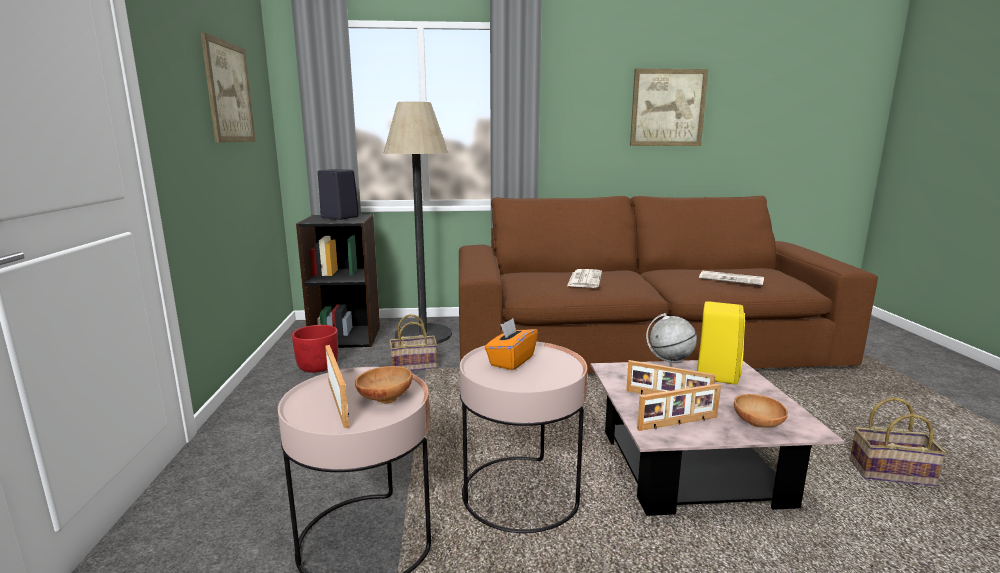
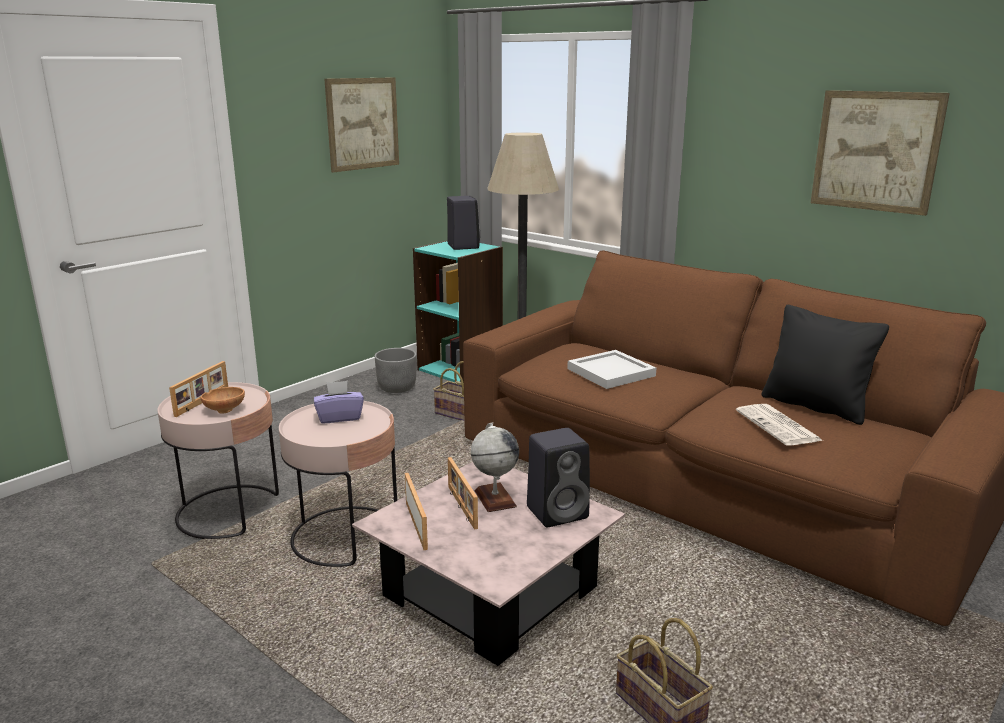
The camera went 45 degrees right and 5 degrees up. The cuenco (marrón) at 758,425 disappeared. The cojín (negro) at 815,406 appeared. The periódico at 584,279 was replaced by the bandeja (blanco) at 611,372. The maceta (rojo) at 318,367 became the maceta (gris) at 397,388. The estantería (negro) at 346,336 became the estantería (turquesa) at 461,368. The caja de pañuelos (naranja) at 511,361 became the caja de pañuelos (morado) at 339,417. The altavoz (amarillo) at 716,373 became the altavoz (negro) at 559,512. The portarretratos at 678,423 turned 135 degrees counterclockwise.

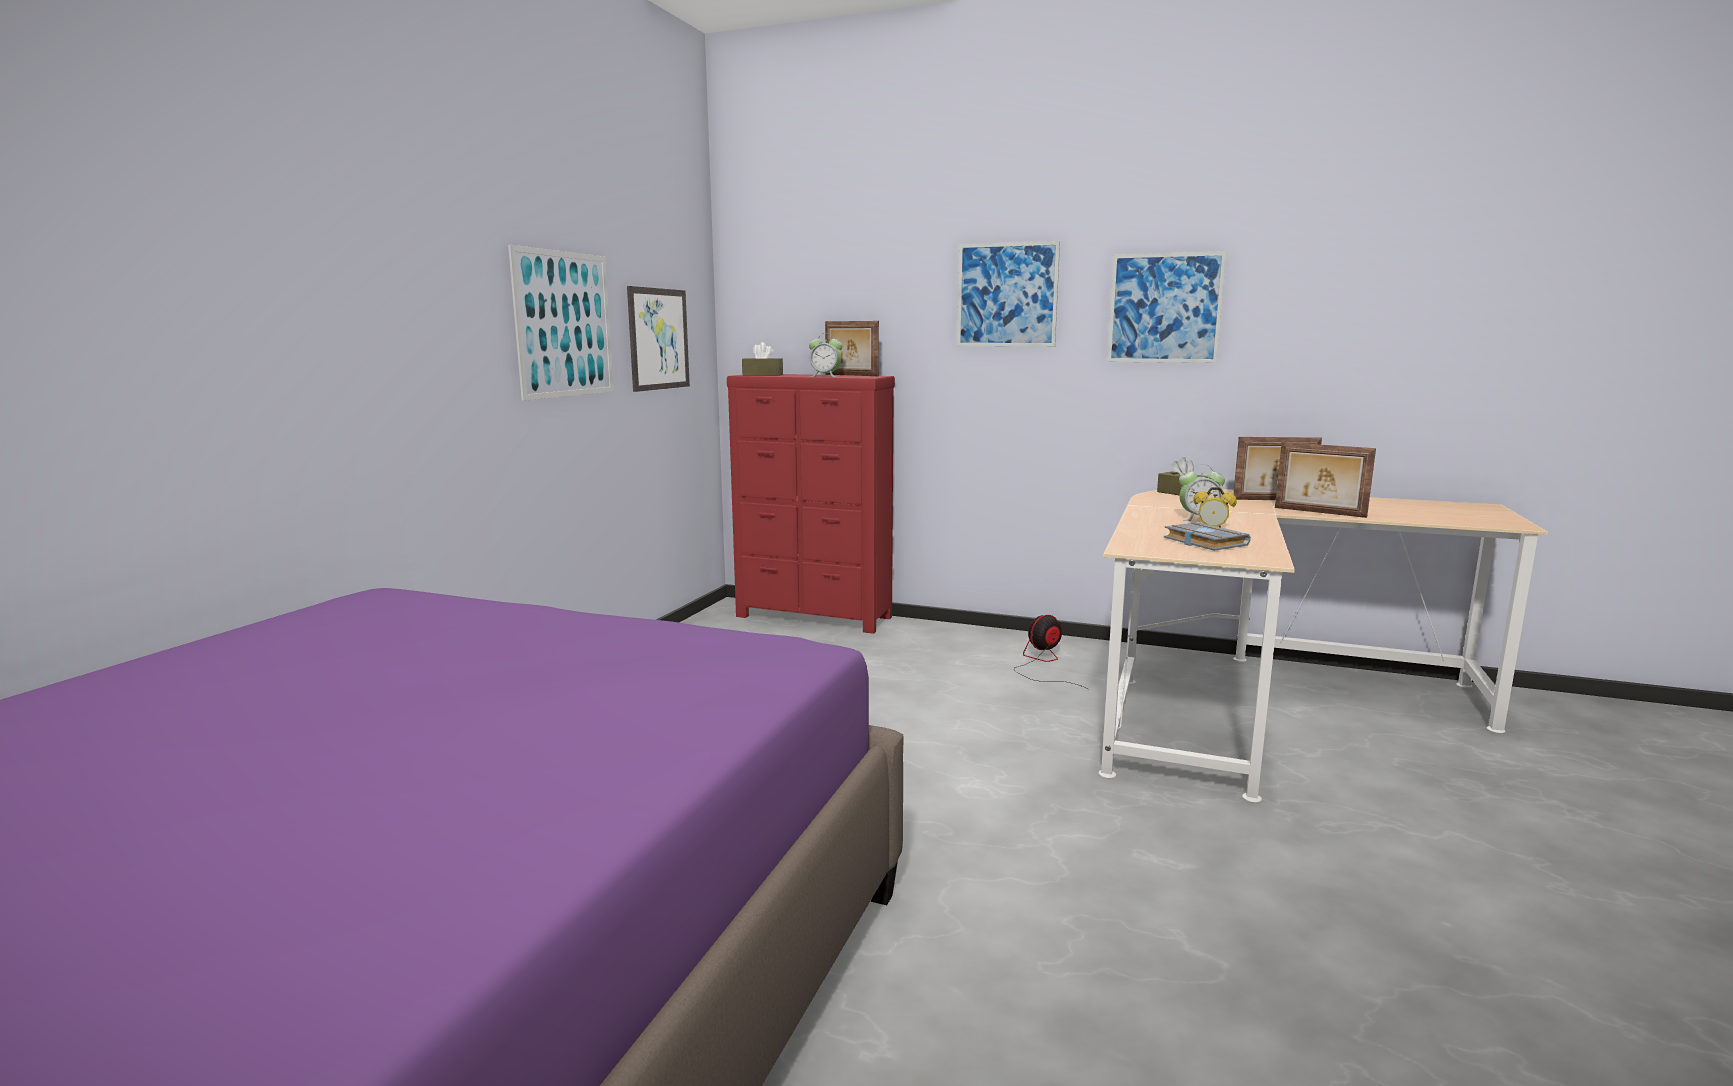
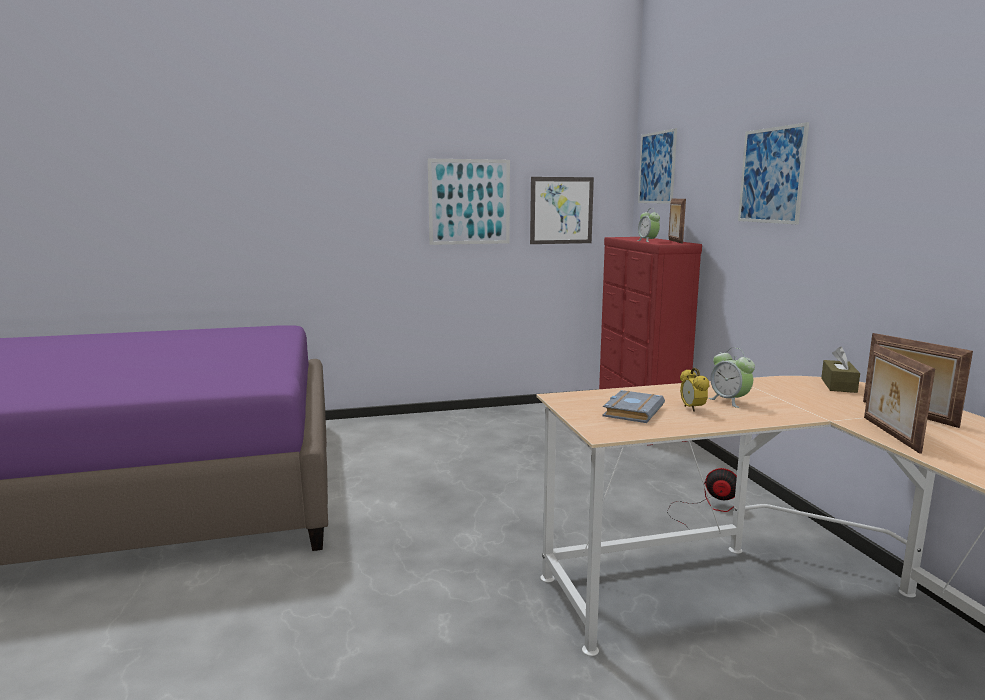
The camera went 55 degrees right and 0 degrees up. The caja de pañuelos (marrón) at 762,375 disappeared. The cuadro moved from 1165,308 to 657,167.

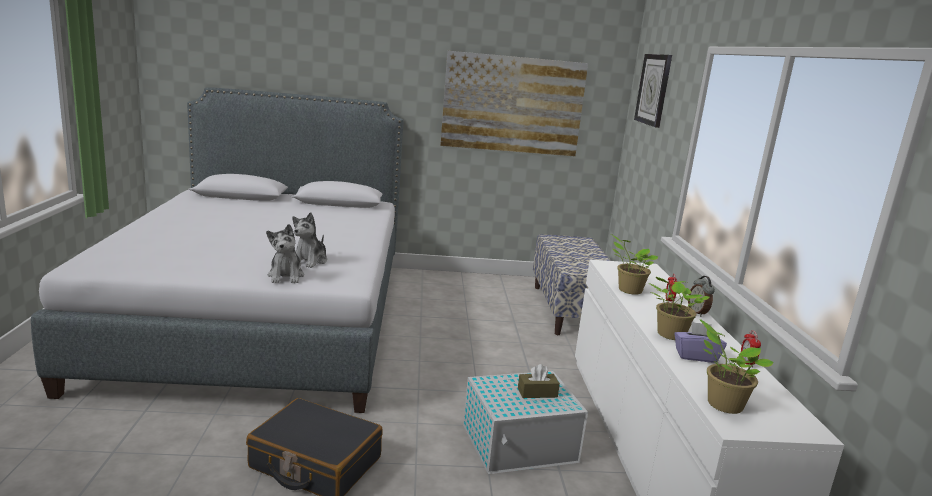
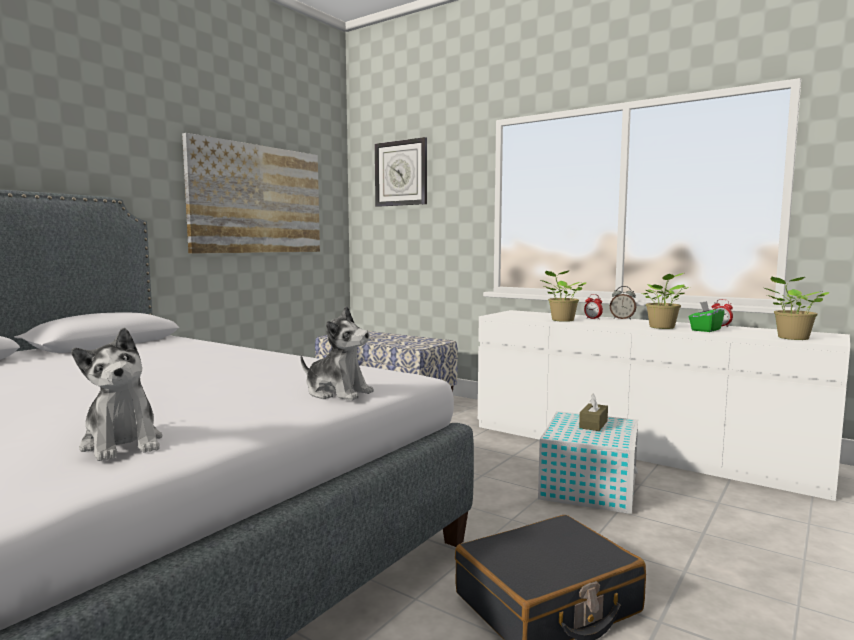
The camera went 50 degrees left and 10 degrees down. The peluche moved from 310,261 to 123,444. The caja de pañuelos (morado) at 695,356 became the caja de pañuelos (verde) at 705,330.

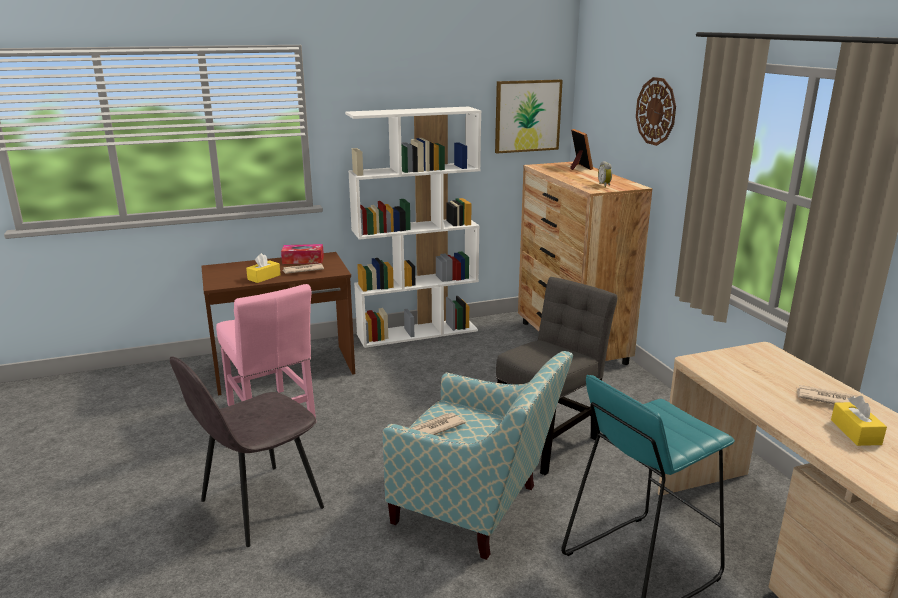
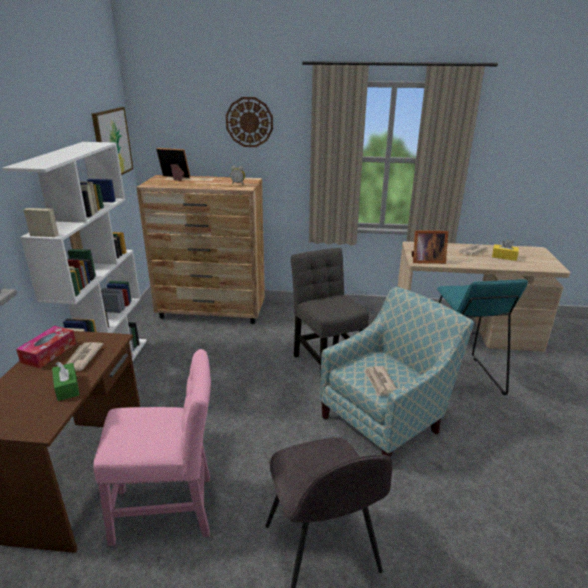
The camera went 65 degrees left and 5 degrees up. The portarretratos at 426,260 appeared. The caja de pañuelos (amarillo) at 264,277 became the caja de pañuelos (verde) at 67,387.

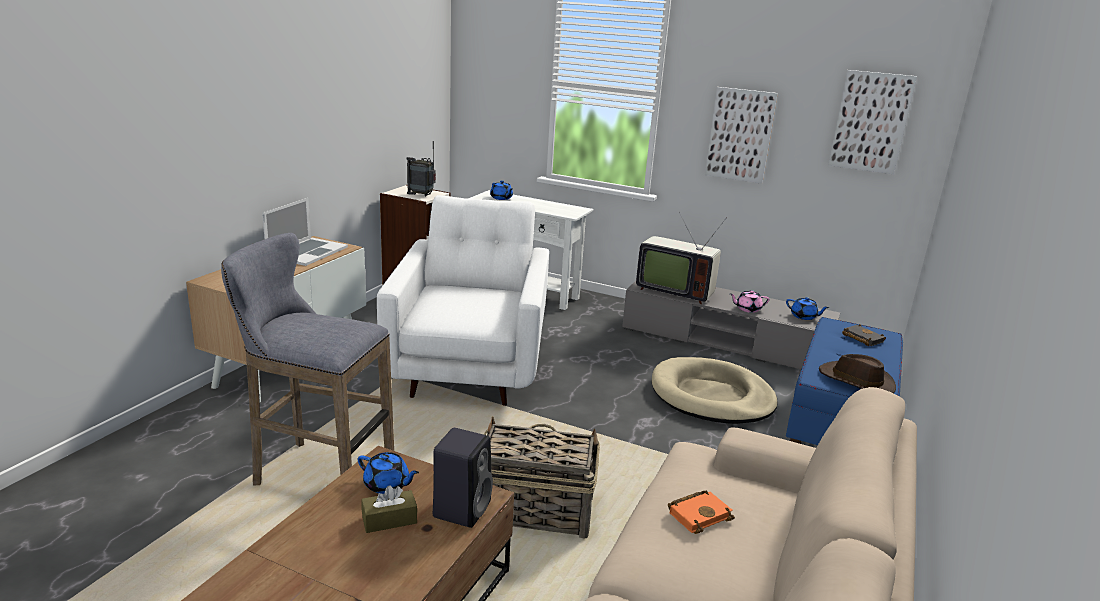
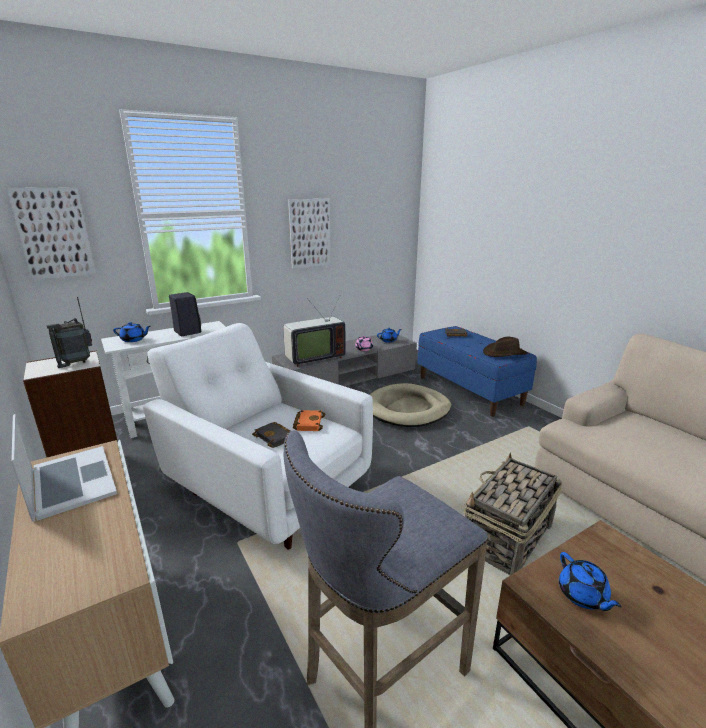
The camera went 55 degrees left and 0 degrees up. The caja de pañuelos (marrón) at 389,520 disappeared. The libro (negro) at 275,437 appeared. The altavoz (negro) moved from 462,508 to 187,332. The libro (naranja) moved from 699,514 to 308,423. The cuadro moved from 870,122 to 54,233. The tetera (azul) at 387,485 turned 105 degrees clockwise.

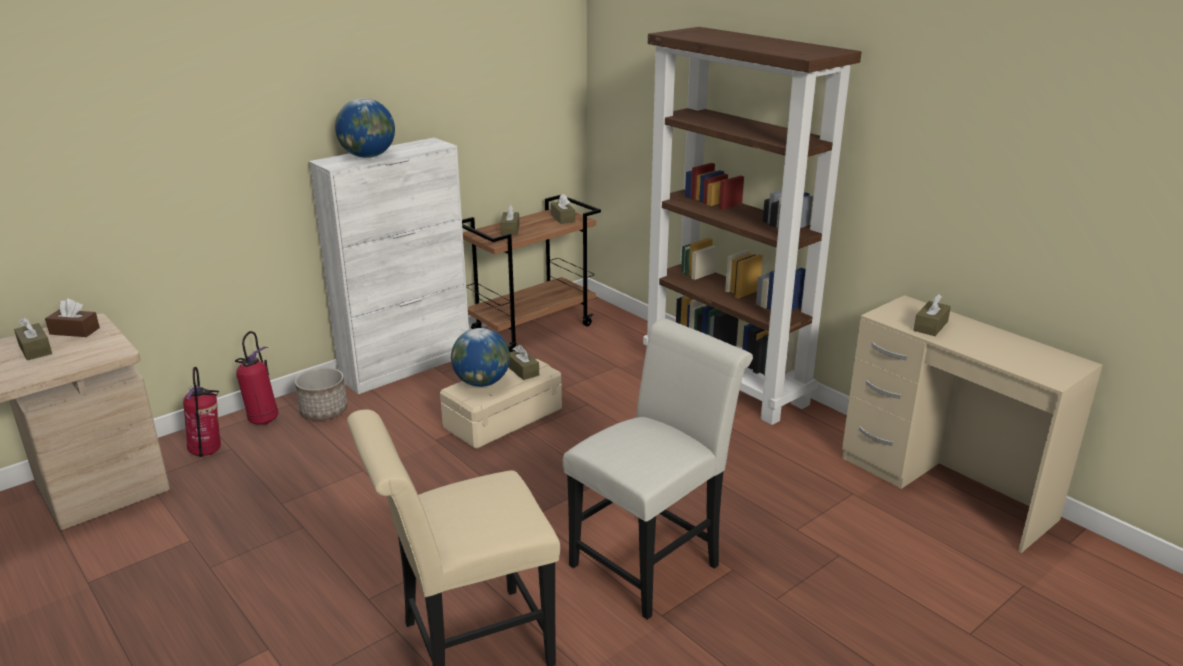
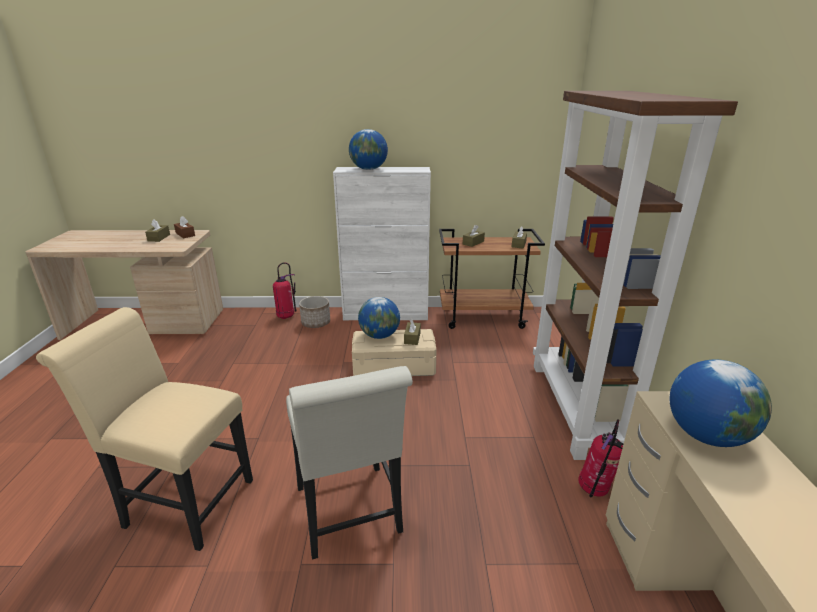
The camera went 40 degrees right and 0 degrees up. The extintor moved from 207,453 to 594,491. The caja de pañuelos (marrón) at 930,326 was replaced by the globo terráqueo at 706,435. The silla (blanco) at 652,560 turned 75 degrees clockwise.

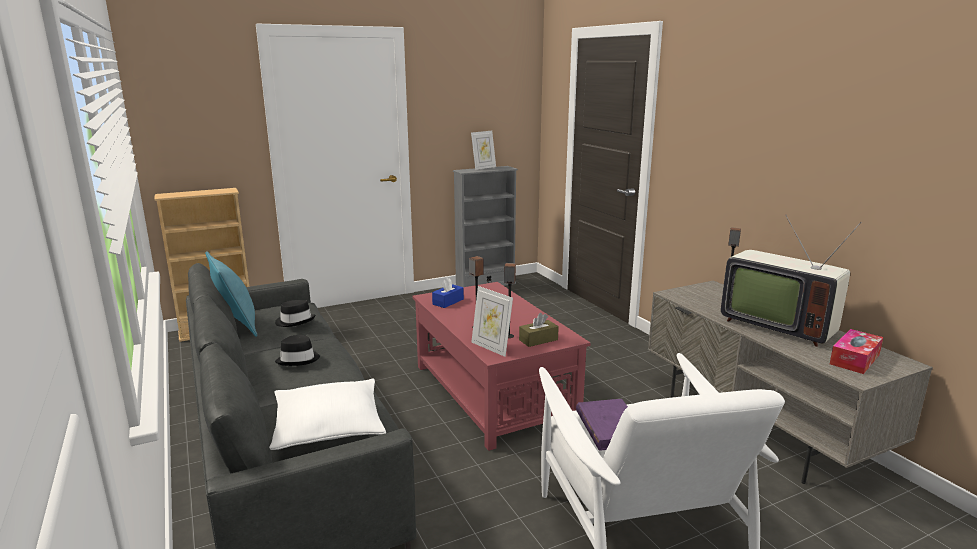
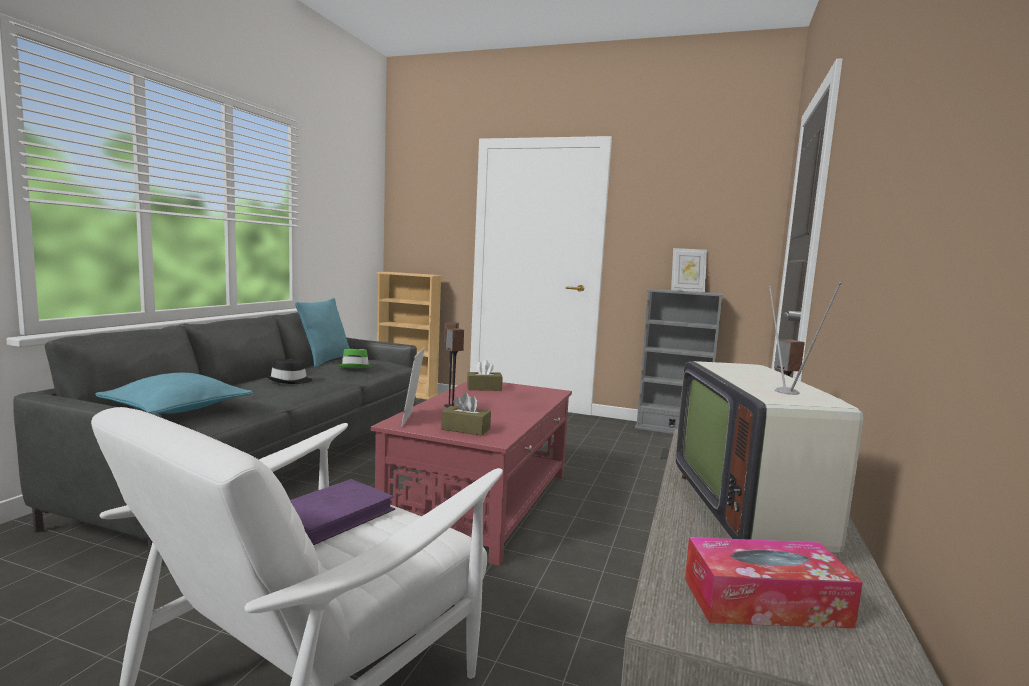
The camera went 45 degrees right and 10 degrees down. The cojín (blanco) at 328,426 became the cojín (turquesa) at 177,409. The sombrero (negro) at 295,321 became the sombrero (verde) at 356,367. The caja de pañuelos (azul) at 448,302 became the caja de pañuelos (marrón) at 484,388.

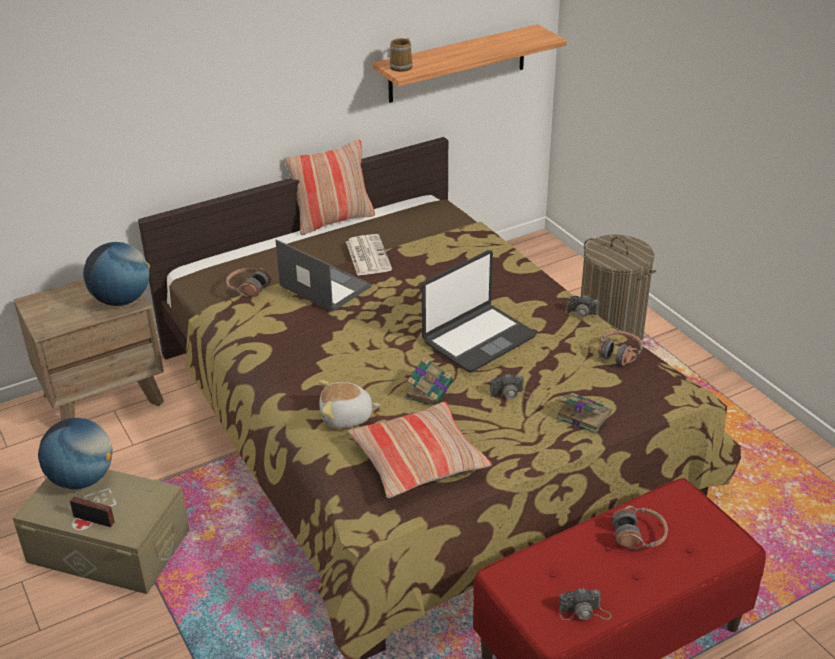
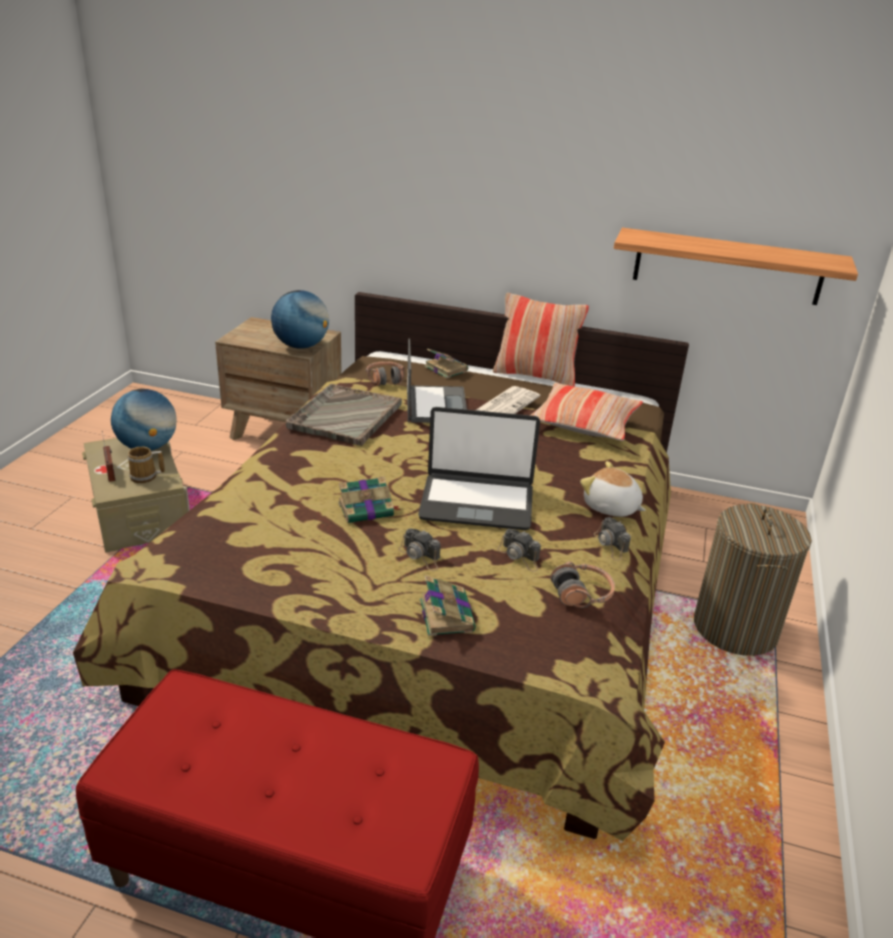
The camera went 45 degrees right and 5 degrees down. The auriculares at 638,535 disappeared. The bandeja (gris) at 344,416 appeared. The libro at 445,368 appeared. The peluche moved from 346,417 to 611,507. The cojín moved from 418,460 to 585,423. The taza grande moved from 402,66 to 145,477. The cámara moved from 584,612 to 520,556.

